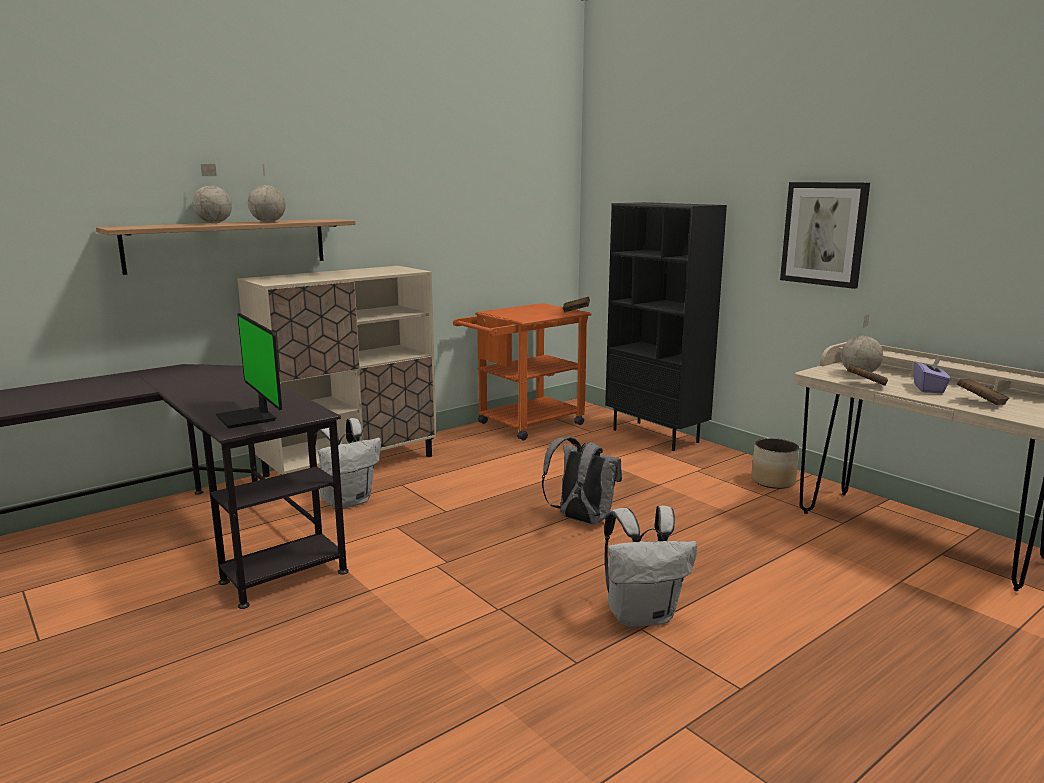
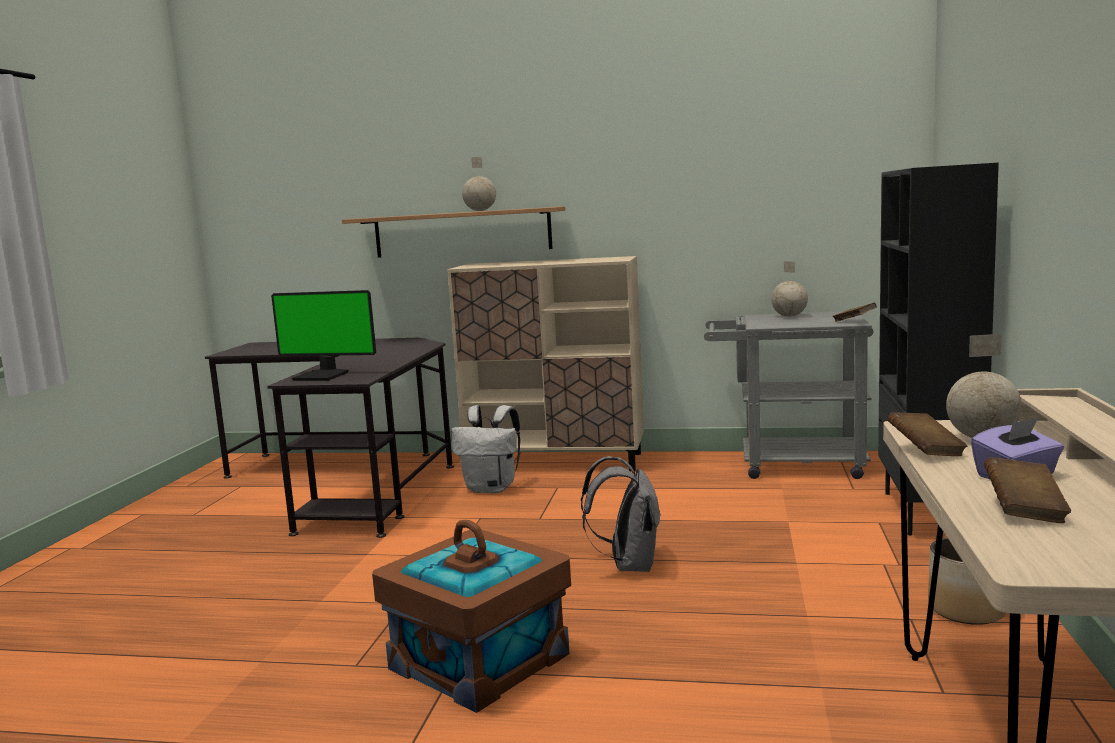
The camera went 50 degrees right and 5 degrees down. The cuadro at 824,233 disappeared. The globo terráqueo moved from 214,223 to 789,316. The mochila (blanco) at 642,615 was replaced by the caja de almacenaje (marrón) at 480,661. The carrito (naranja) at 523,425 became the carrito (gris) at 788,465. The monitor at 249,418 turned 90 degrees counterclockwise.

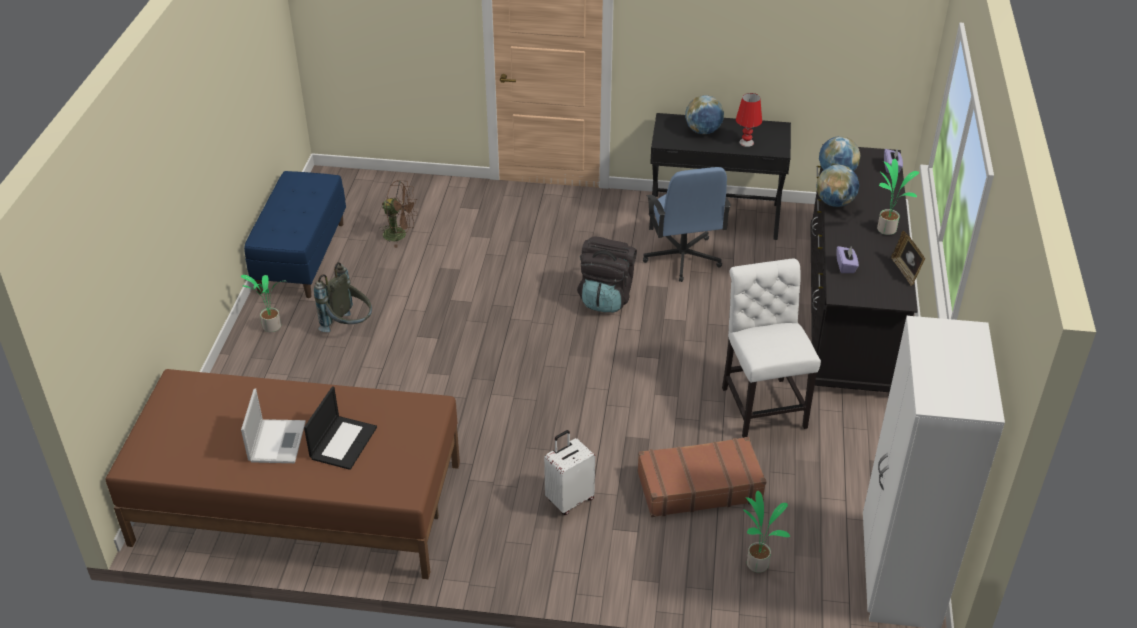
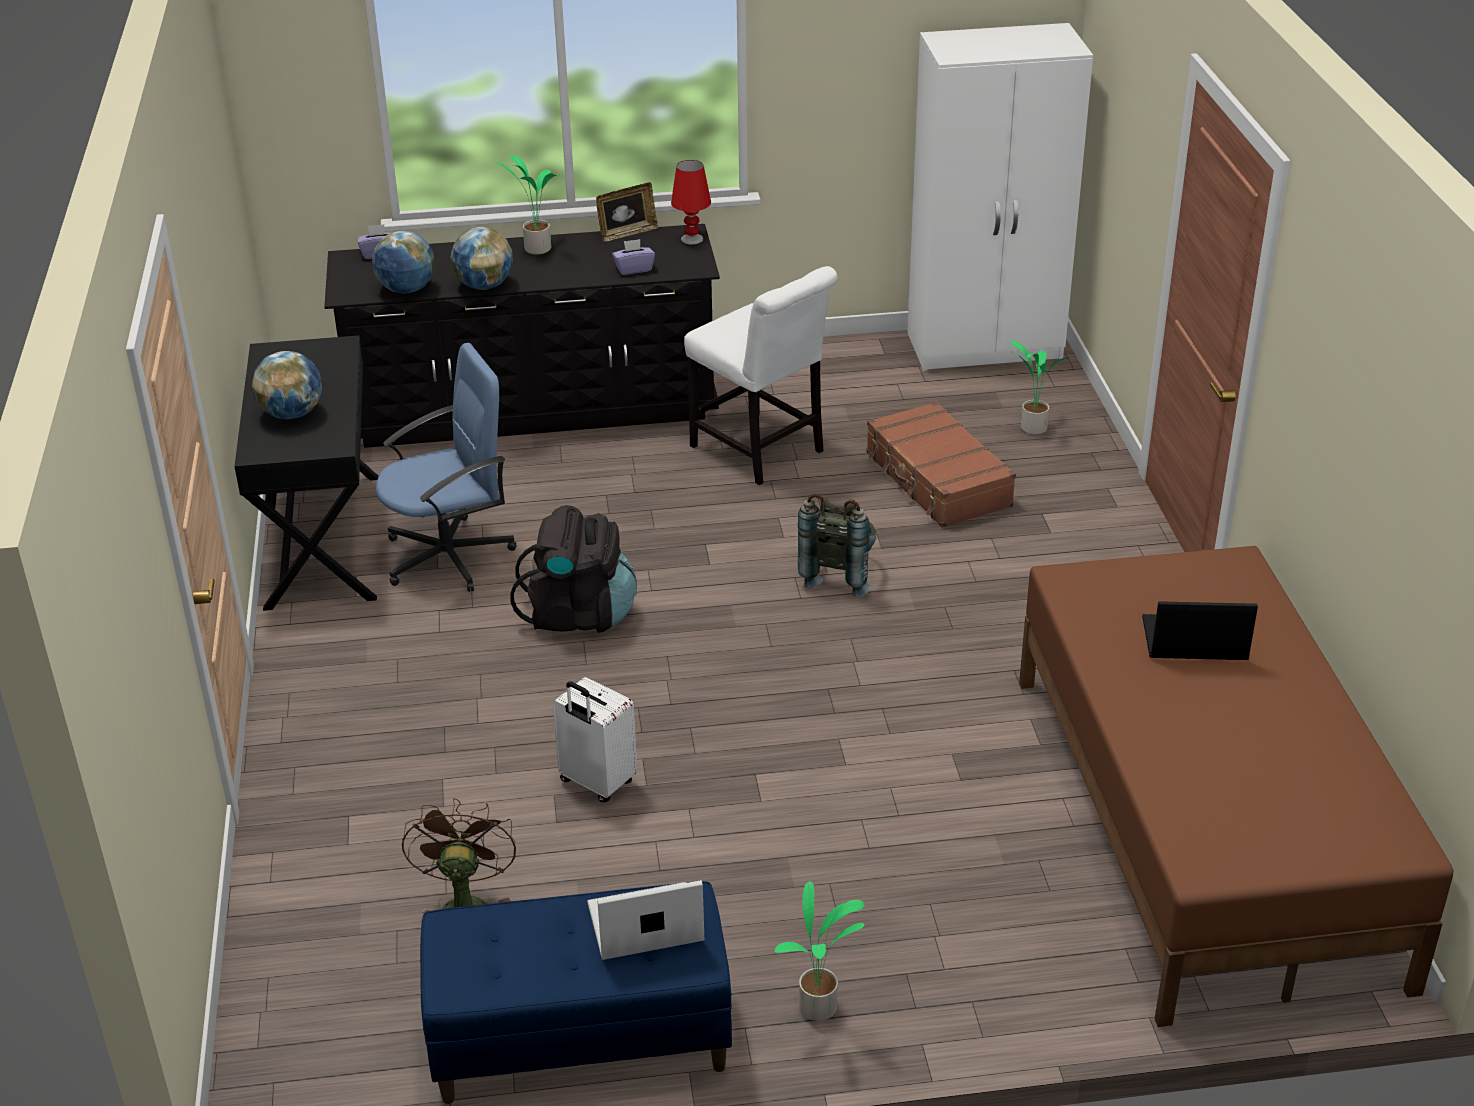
The camera went 105 degrees left and 5 degrees down. The portátil moved from 277,441 to 643,924. The mochila (gris) moved from 349,327 to 839,574. The maleta (blanco) moved from 569,499 to 596,783. The lámpara de mesa (rojo) moved from 746,142 to 692,239. The silla (blanco) at 762,404 turned 105 degrees counterclockwise.

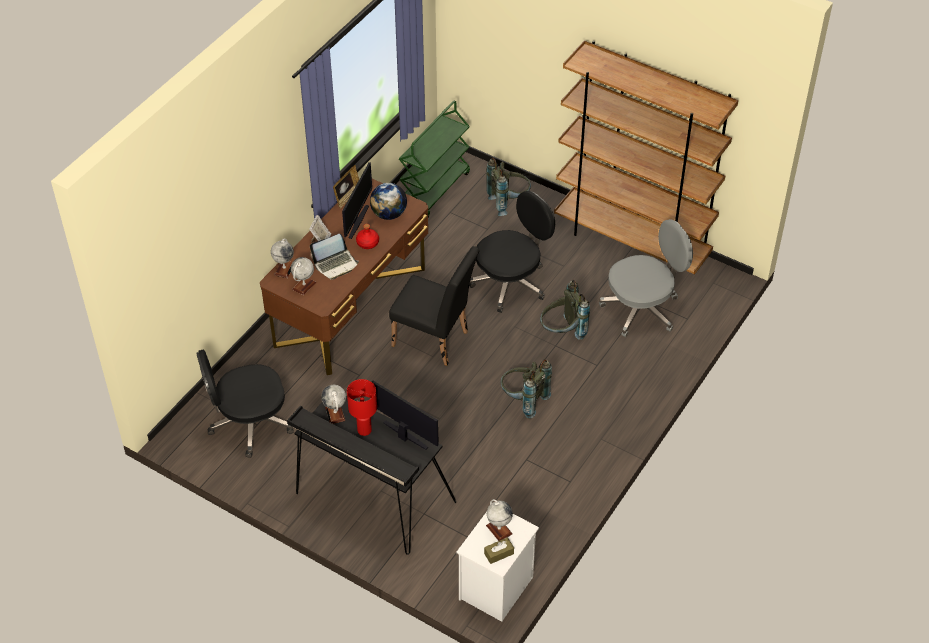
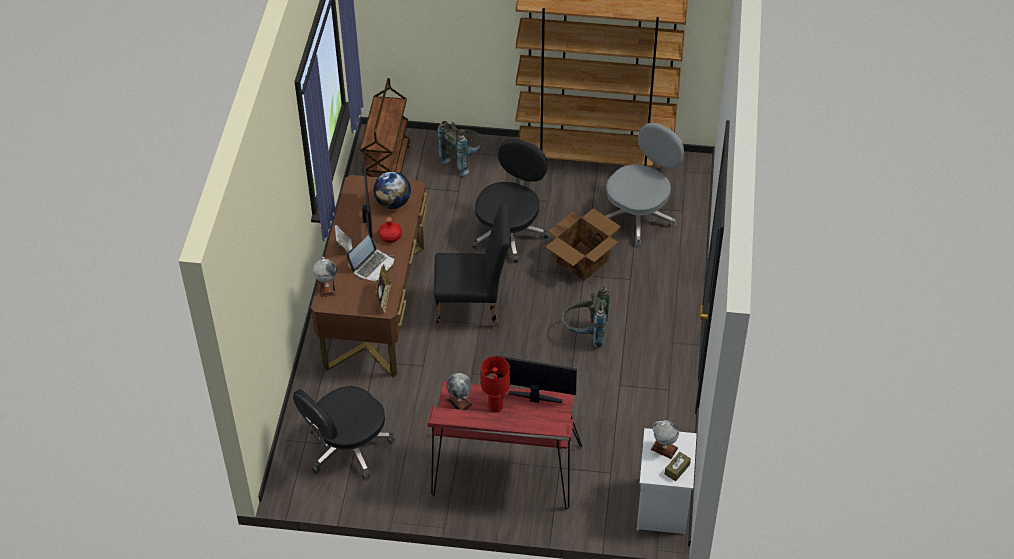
The camera went 25 degrees left and 0 degrees up. The globo terráqueo at 304,286 disappeared. The portarretratos moved from 347,197 to 384,299. The mochila (gris) at 562,332 was replaced by the caja de cartón at 582,261. The escritorio (negro) at 371,498 became the escritorio (rojo) at 503,472. The carrito (verde) at 434,189 became the carrito (marrón) at 386,170.

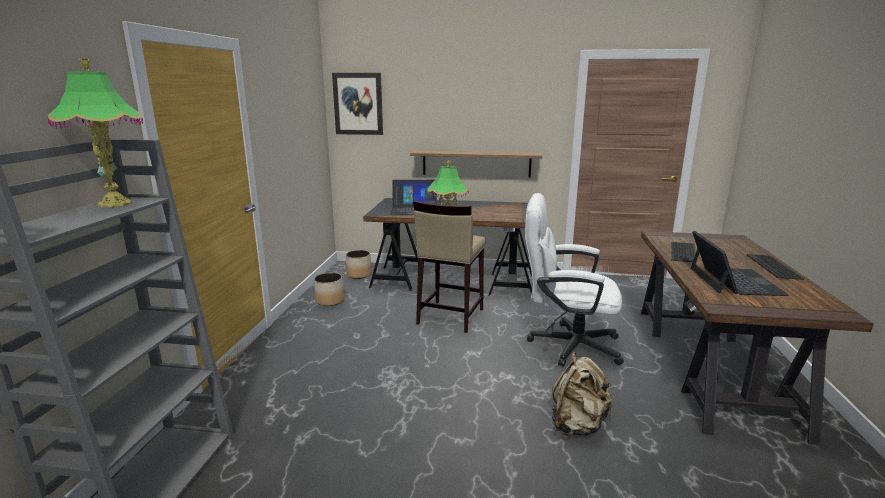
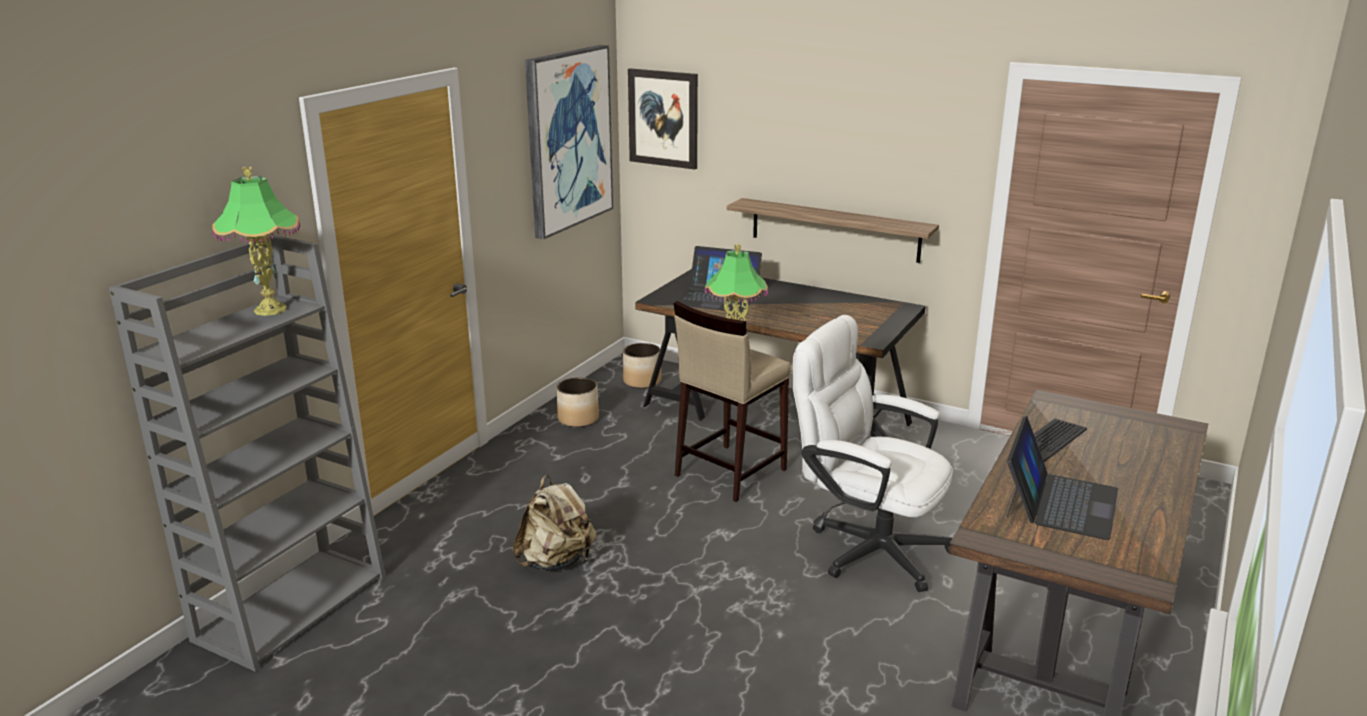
The camera went 20 degrees right and 5 degrees up. The teclado at 773,267 disappeared. The cuadro at 568,139 appeared. The mochila (beis) moved from 577,425 to 556,562.

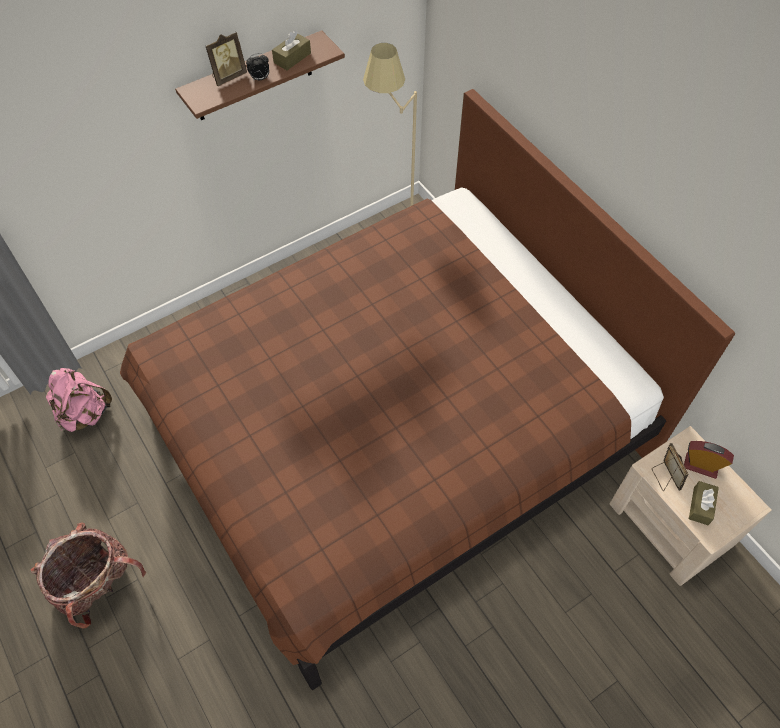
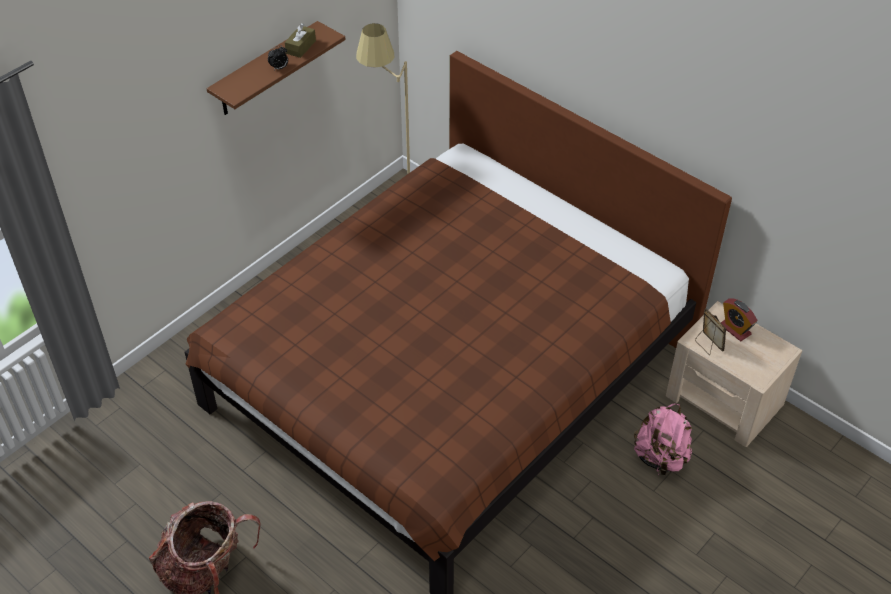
The camera went 15 degrees left and 10 degrees down. The portarretratos at 228,76 disappeared. The caja de pañuelos (marrón) at 701,506 disappeared. The mochila (rosa) moved from 85,413 to 660,457. The despertador at 700,466 turned 135 degrees counterclockwise.

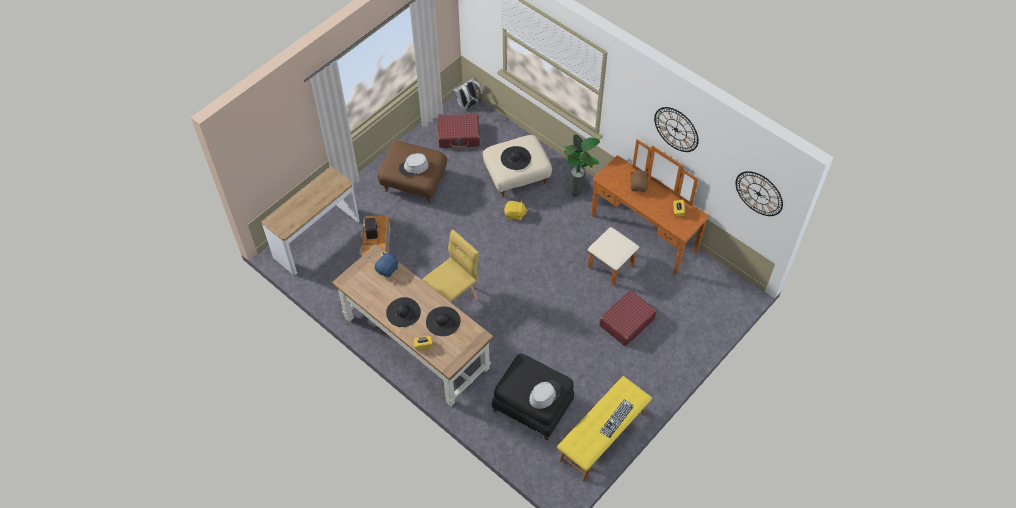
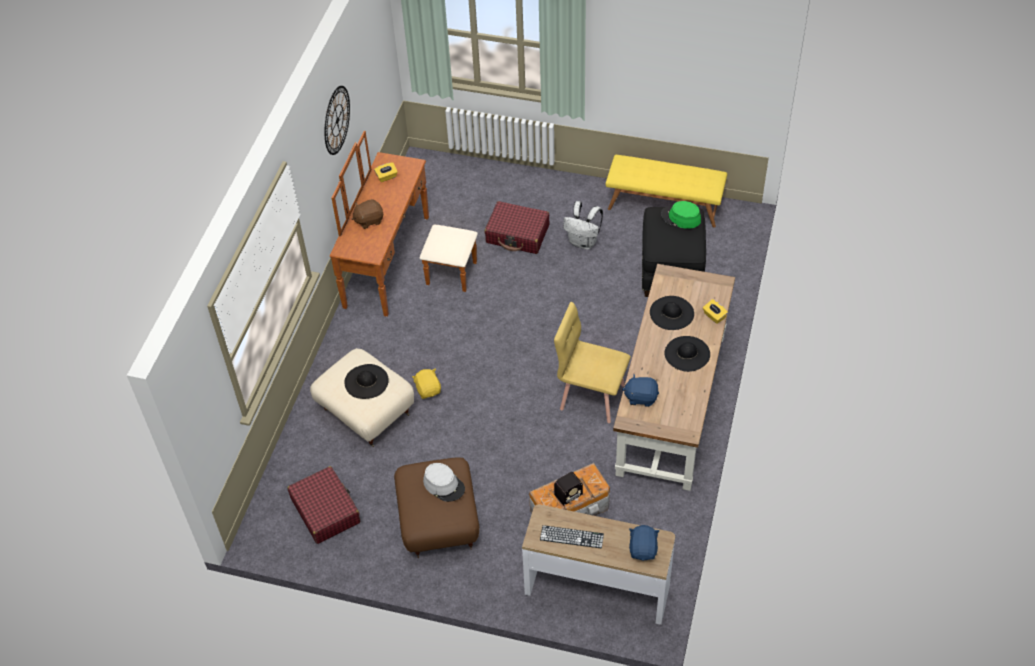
The camera went 115 degrees left and 5 degrees down. The planta en maceta at 577,194 disappeared. The reloj de pared at 759,193 disappeared. The peluche (azul) at 643,549 appeared. The mochila (blanco) moved from 468,105 to 583,242. The teclado moved from 616,418 to 571,537. The sombrero (gris) at 544,394 became the sombrero (verde) at 680,218.

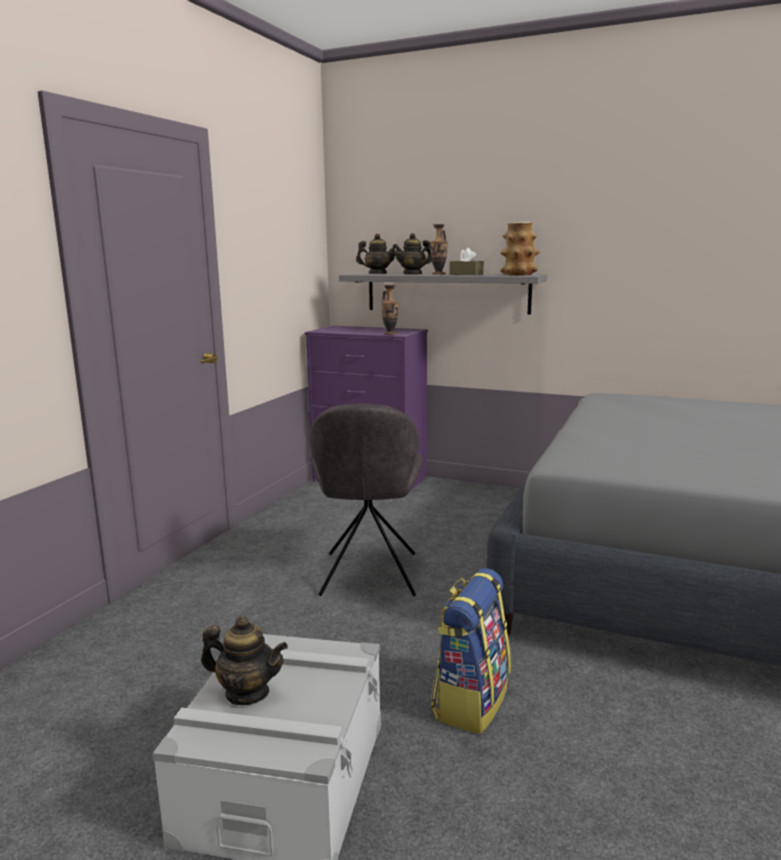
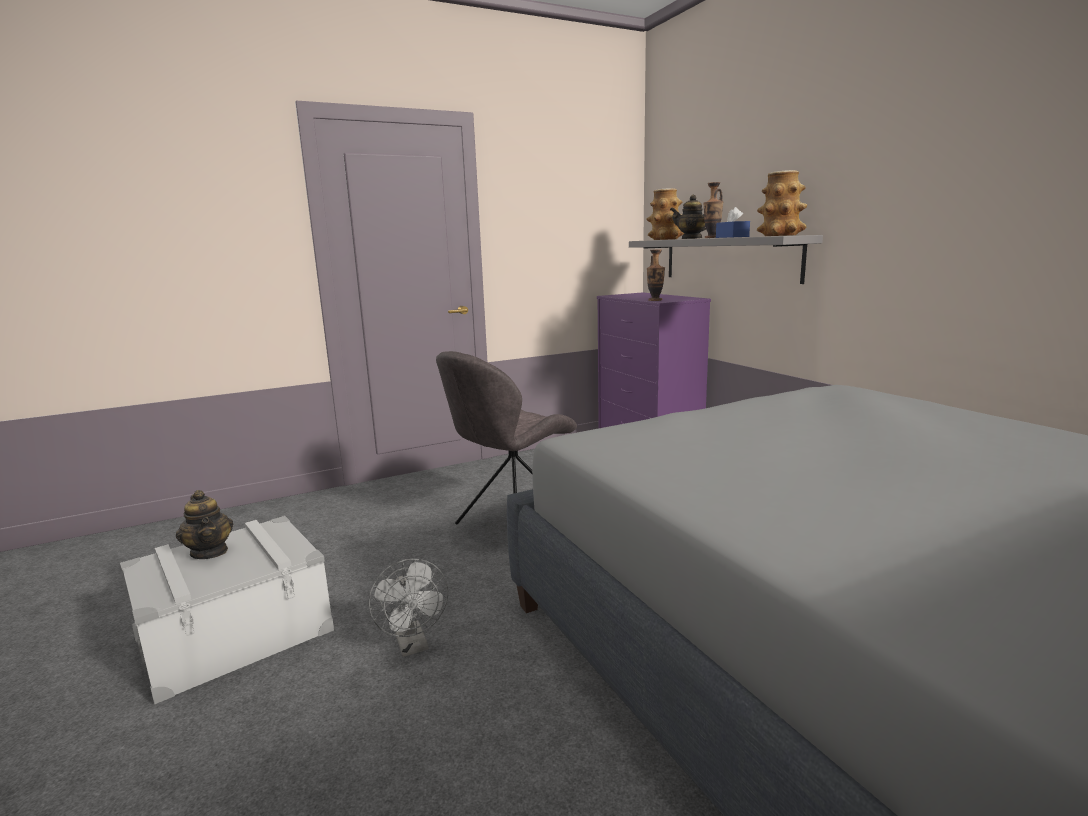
The camera went 40 degrees right and 0 degrees up. The tetera at 377,274 was replaced by the florero at 665,239. The mochila at 470,701 was replaced by the ventilador (gris) at 413,645. The caja de pañuelos (marrón) at 466,274 became the caja de pañuelos (azul) at 732,237.

